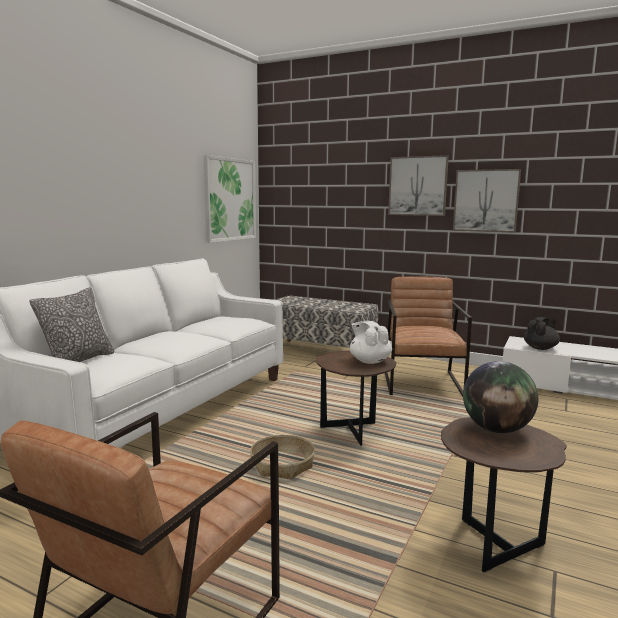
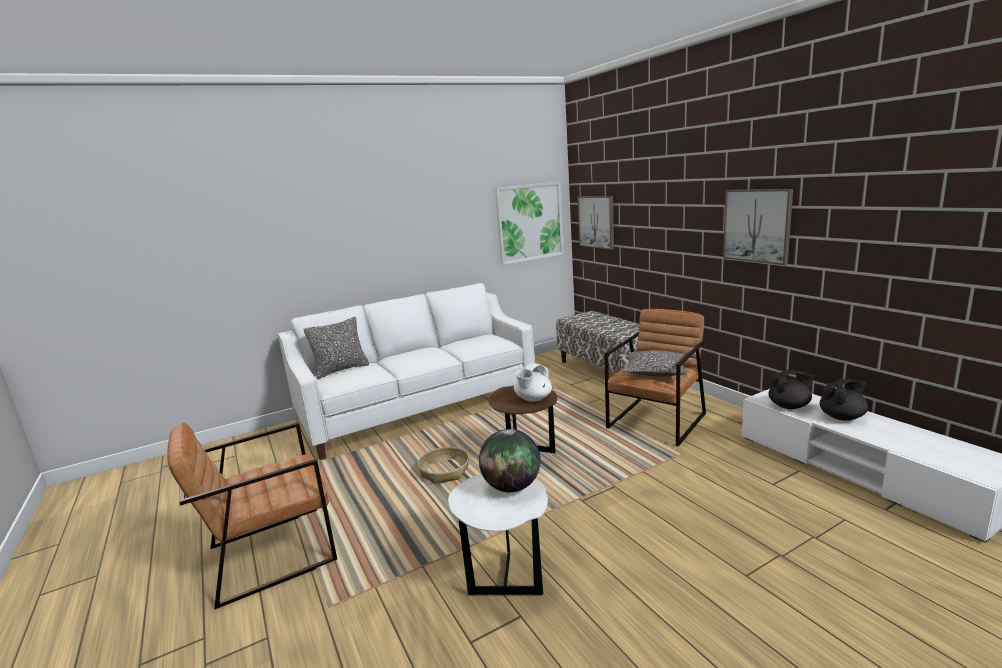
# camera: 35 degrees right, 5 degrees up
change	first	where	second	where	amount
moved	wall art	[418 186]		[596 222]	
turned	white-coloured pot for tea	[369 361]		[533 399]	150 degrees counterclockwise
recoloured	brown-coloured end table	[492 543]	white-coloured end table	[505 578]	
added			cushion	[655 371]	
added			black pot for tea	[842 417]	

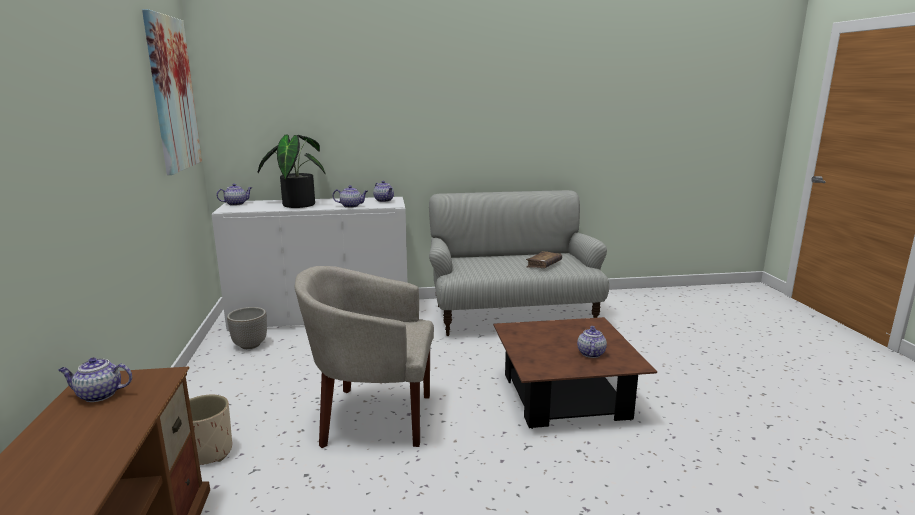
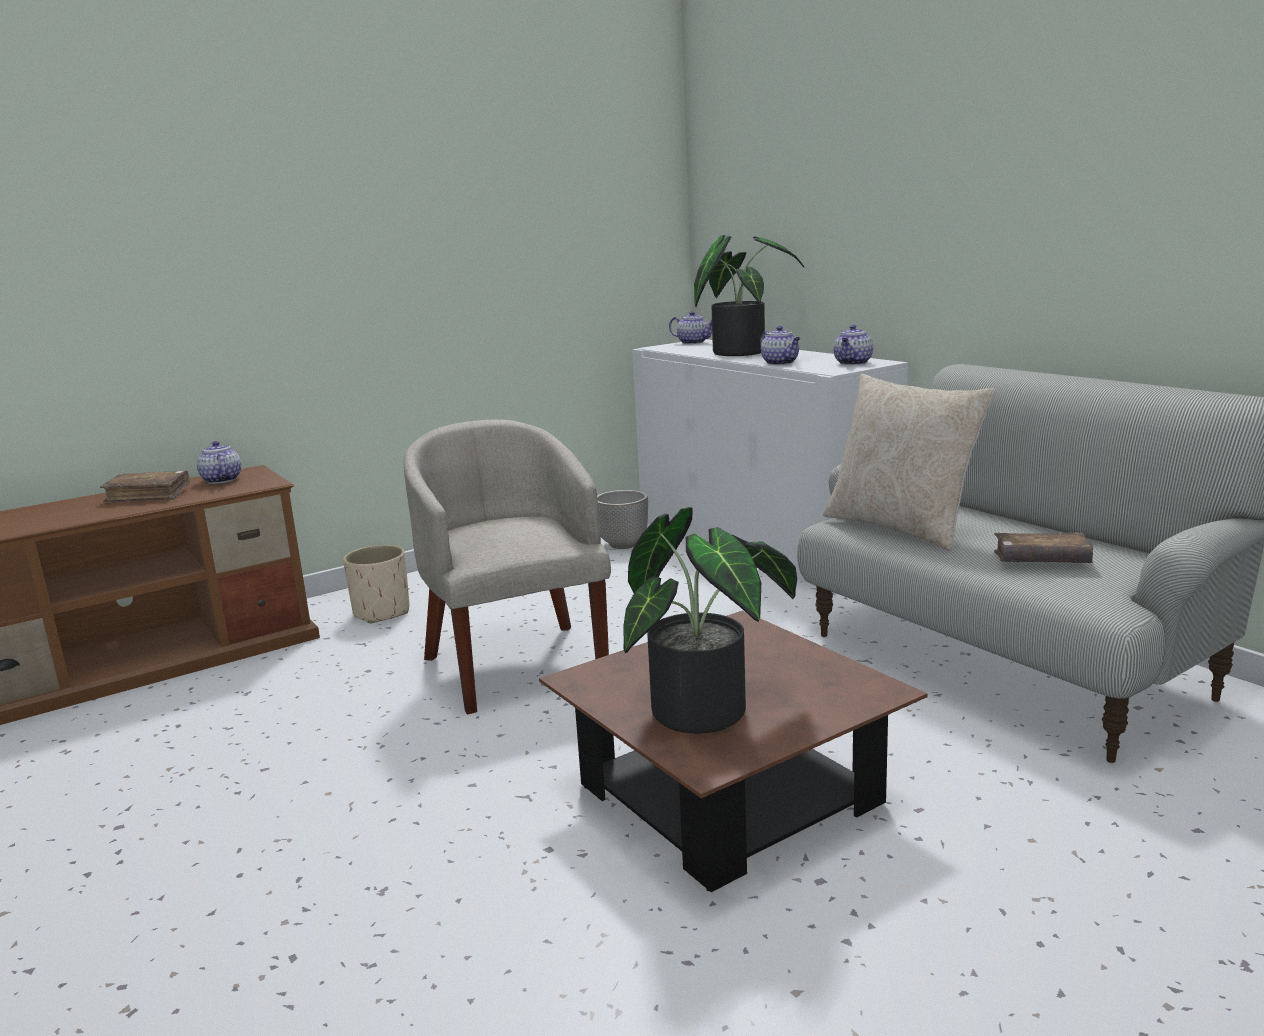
# camera: 65 degrees right, 0 degrees up
change	first	where	second	where	amount
removed	wall art	[172 94]			
replaced	pot for tea	[590 353]	plant in a pot	[711 711]	
added			beige cushion	[901 527]	
added			brown-coloured volume	[148 495]	

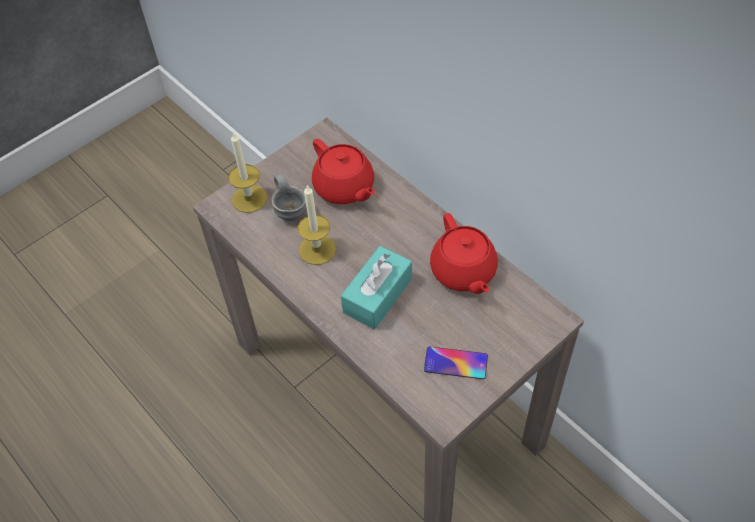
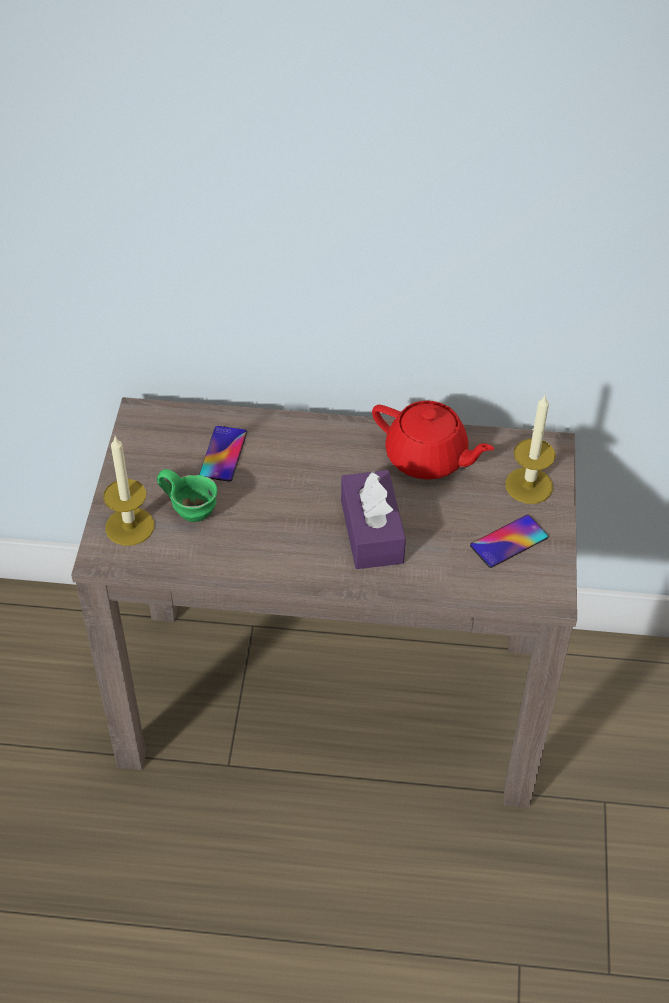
# camera: 45 degrees left, 5 degrees down
change	first	where	second	where	amount
replaced	red-coloured pot for tea	[344 188]	phone	[223 454]	
recoloured	gray mug	[291 211]	green-coloured mug	[192 510]	
moved	candle	[317 249]		[529 485]	
recoloured	blue-green tissue box	[377 295]	purple-coloured tissue box	[371 531]	

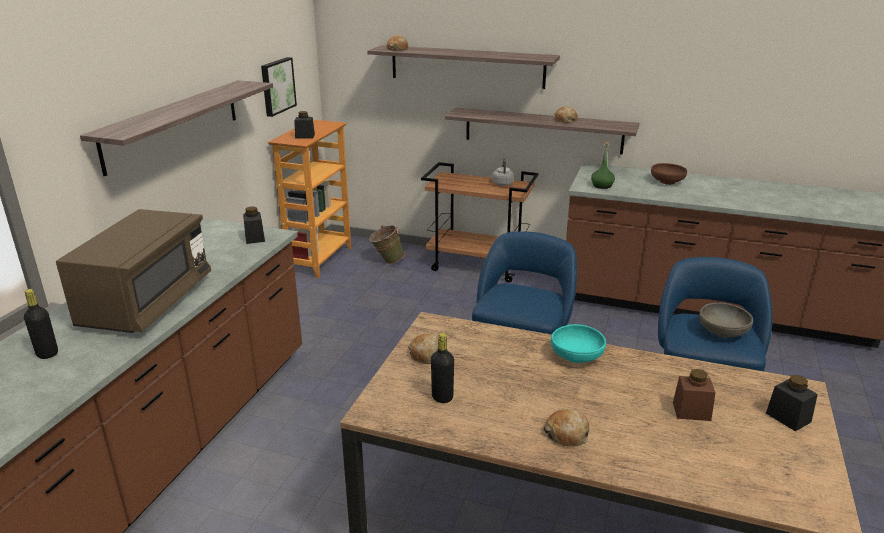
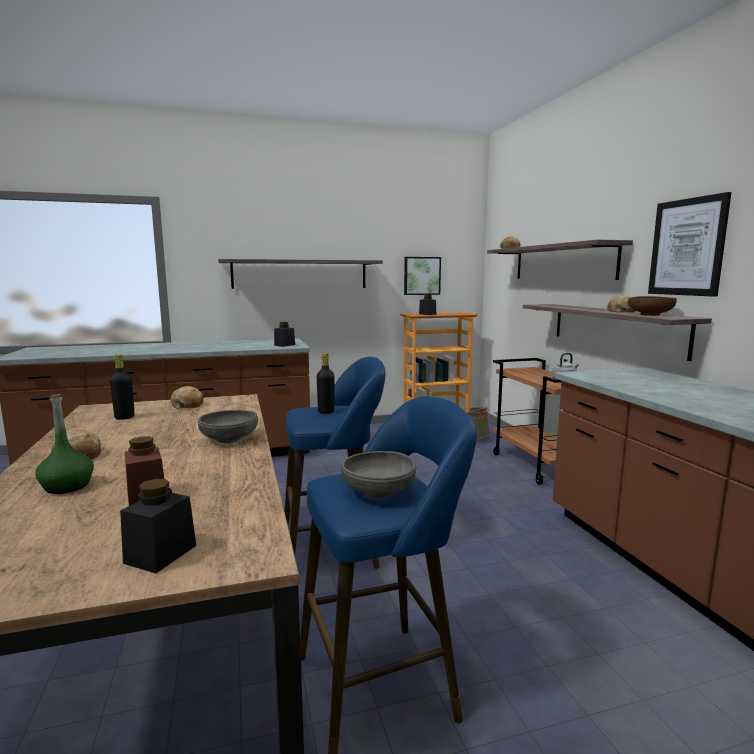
# camera: 55 degrees right, 15 degrees down
change	first	where	second	where	amount
moved	green-coloured bottle	[602 186]		[67 486]	
moved	brown-coloured bowl	[667 182]		[650 315]	
removed	brown-coloured microwave	[147 302]			
moved	black bottle	[47 354]		[326 412]	
recoloured	blue-green bowl	[577 356]	gray bowl	[229 439]	
added			wall art	[687 247]	

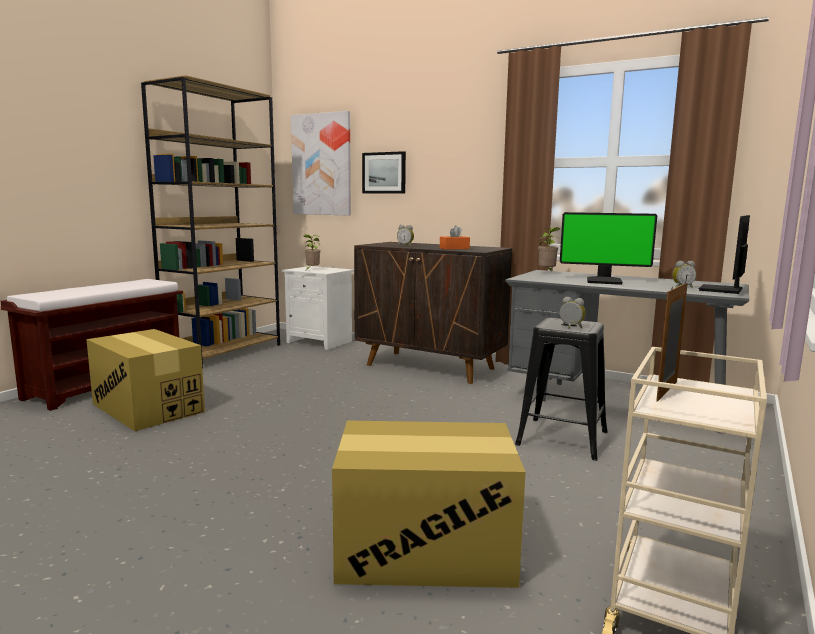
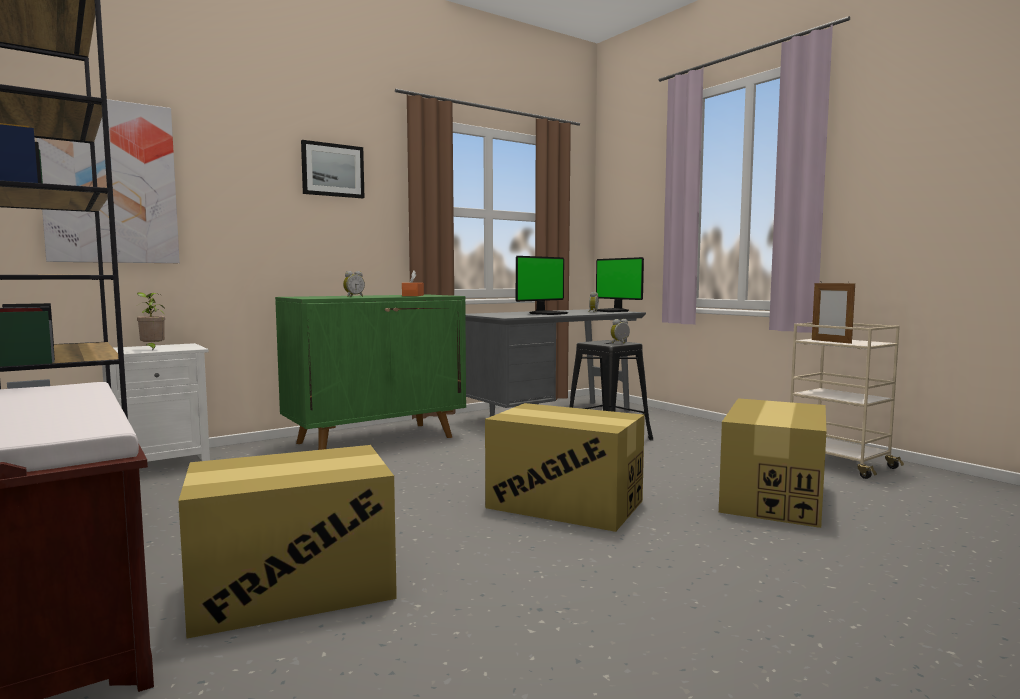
# camera: 65 degrees left, 5 degrees down
change	first	where	second	where	amount
moved	wall art	[384 173]		[332 170]	
removed	plant in a pot	[547 273]			
recoloured	brown-coloured cupboard	[431 367]	green-coloured cupboard	[377 440]	
added			carton	[564 504]	

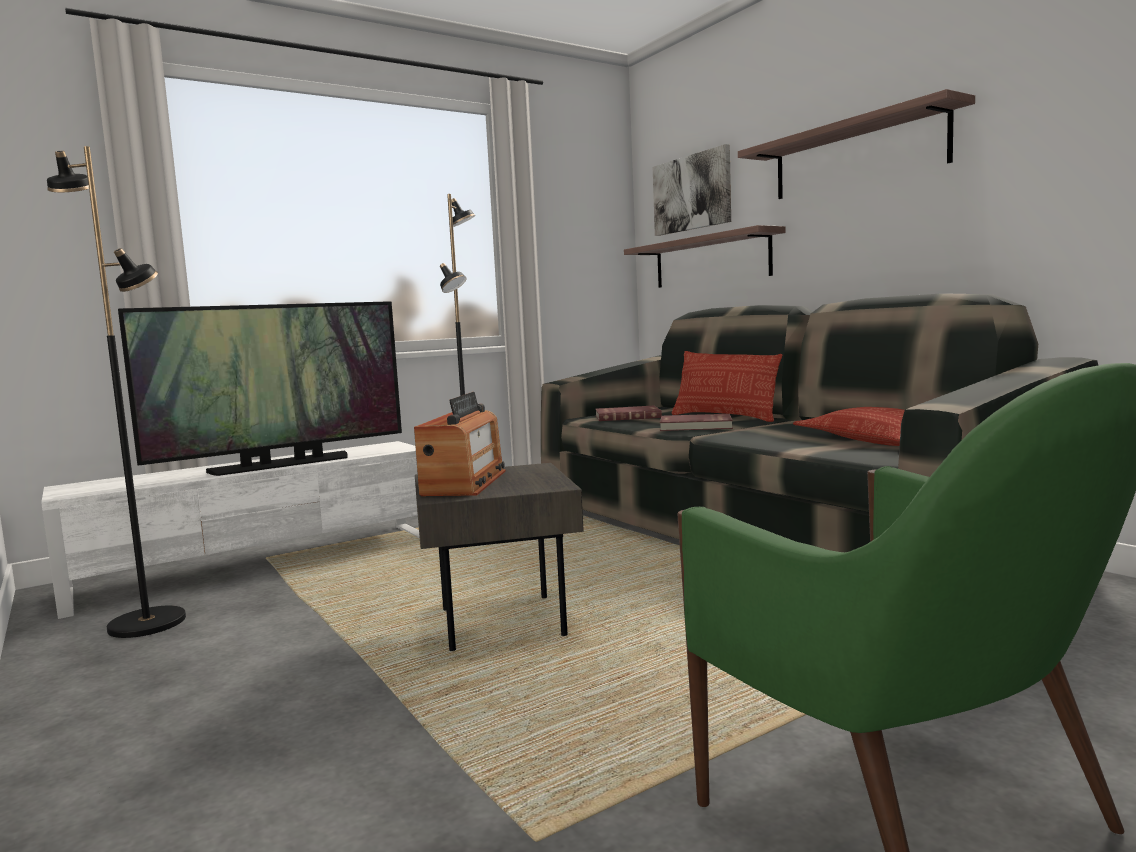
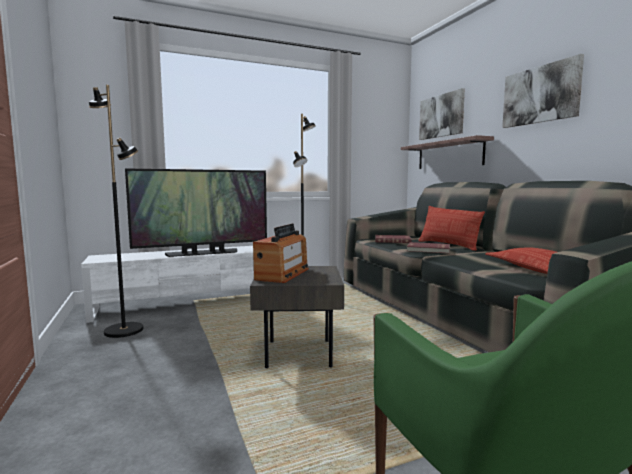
# camera: 10 degrees right, 0 degrees up
change	first	where	second	where	amount
replaced	shelf	[856 155]	wall art	[540 95]	

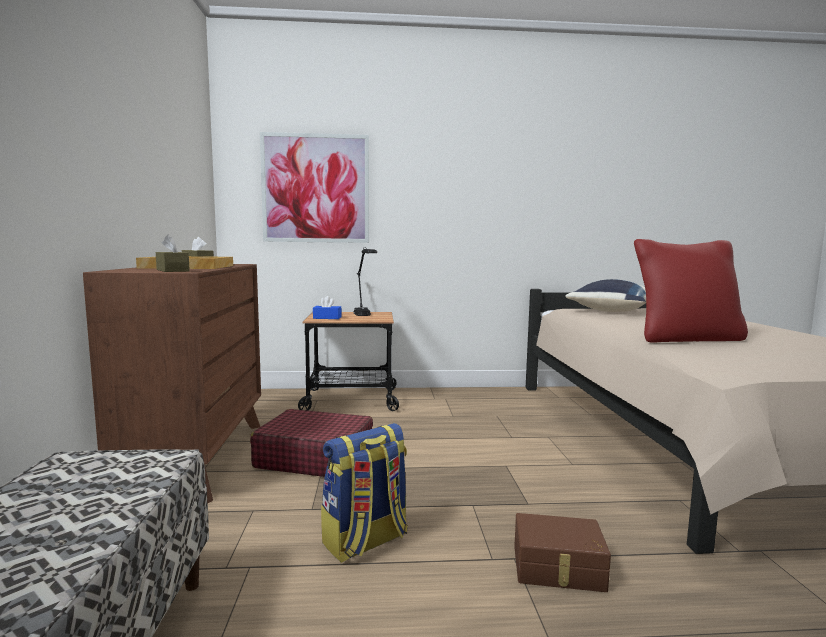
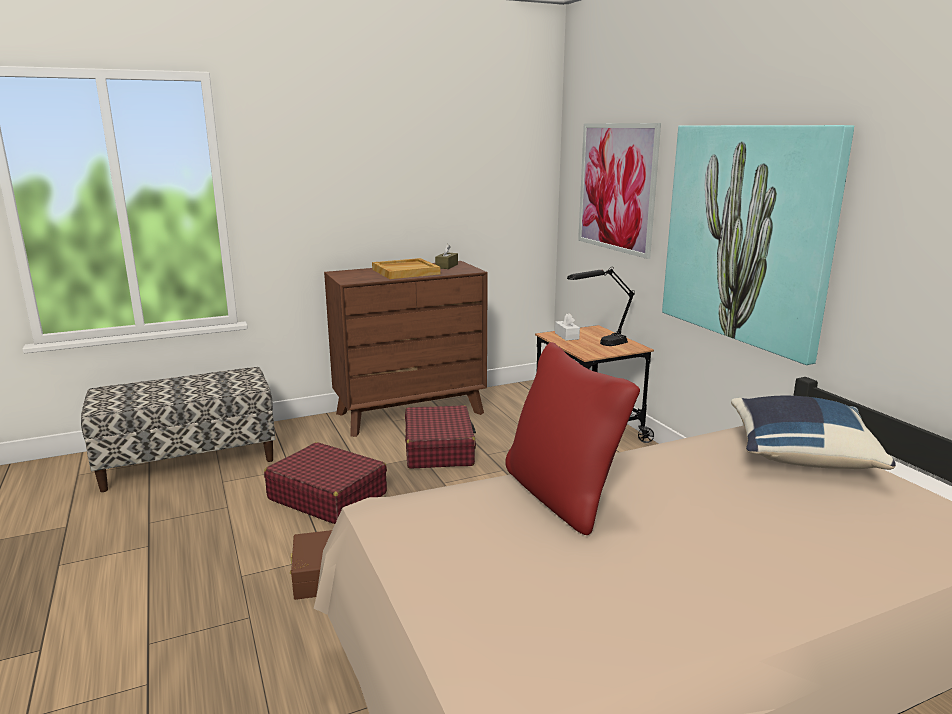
# camera: 70 degrees right, 10 degrees up
change	first	where	second	where	amount
removed	brown-coloured tissue box	[172 270]			
recoloured	blue-coloured tissue box	[327 318]	white-coloured tissue box	[567 336]	
replaced	knapsack	[365 541]	red-coloured piece of luggage	[327 496]	
added			wall art	[747 234]	

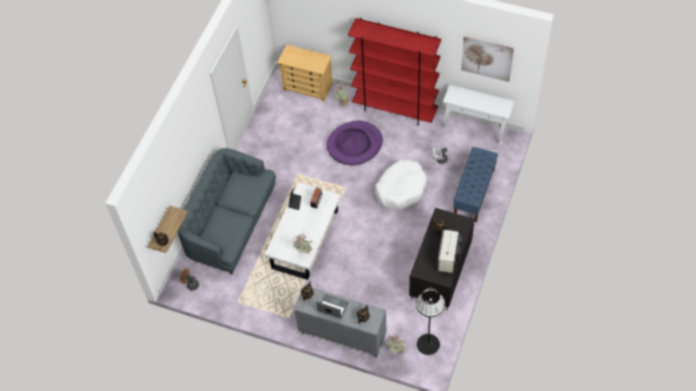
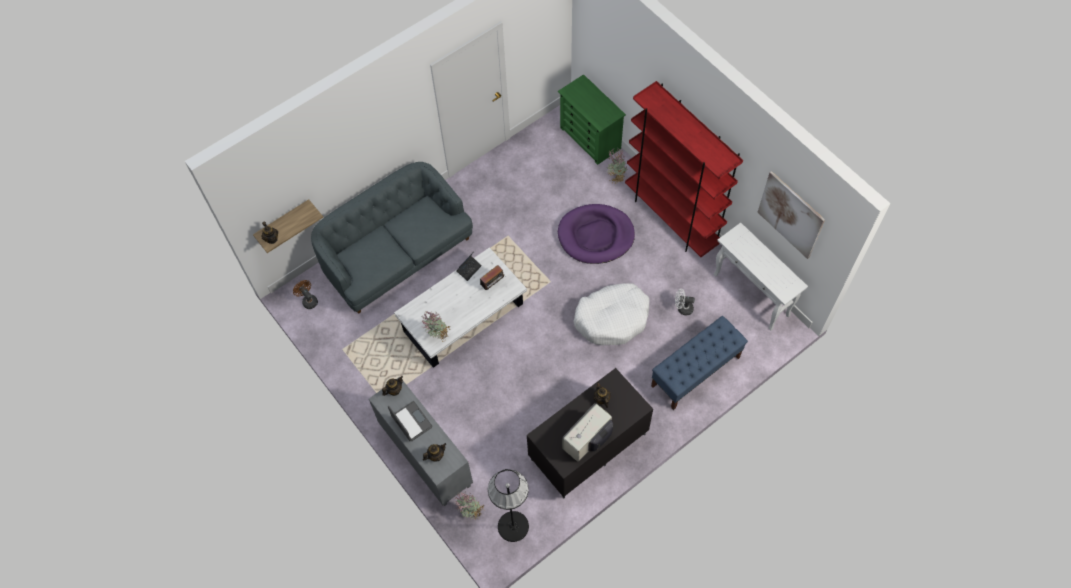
# camera: 30 degrees right, 5 degrees up
change	first	where	second	where	amount
recoloured	beige chest of drawers	[308 87]	green-coloured chest of drawers	[590 138]	

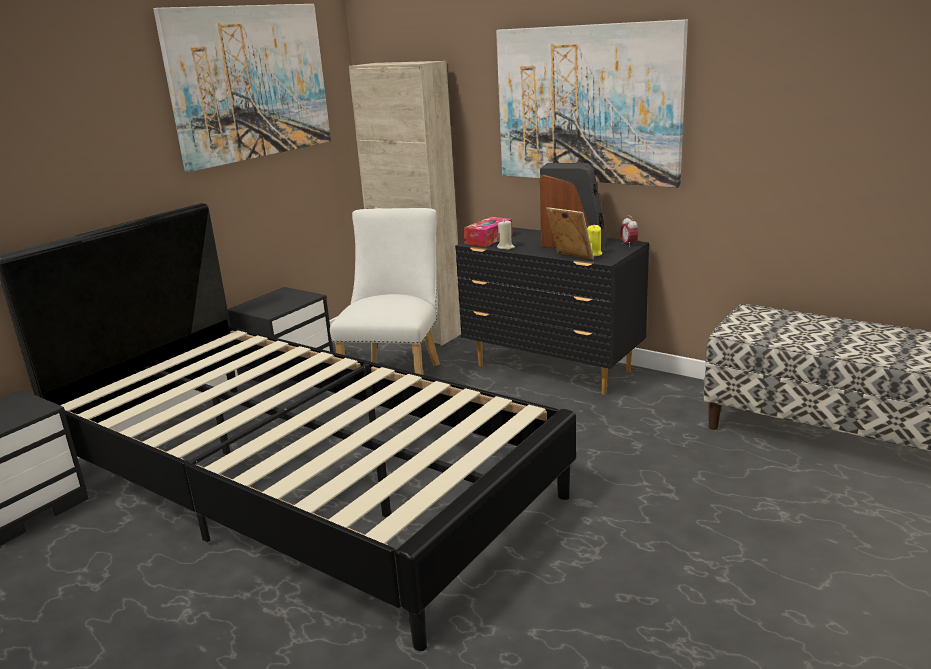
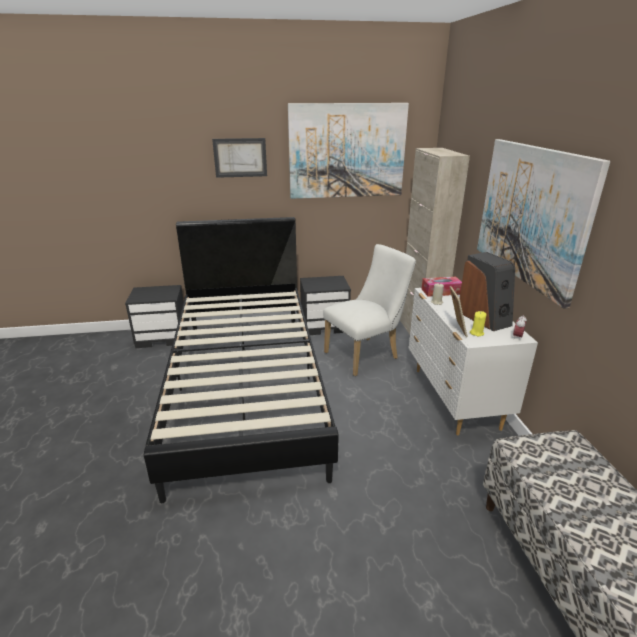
# camera: 45 degrees right, 5 degrees up
change	first	where	second	where	amount
recoloured	black chest of drawers	[553 369]	white-coloured chest of drawers	[454 398]	
added			wall art	[240 157]	

